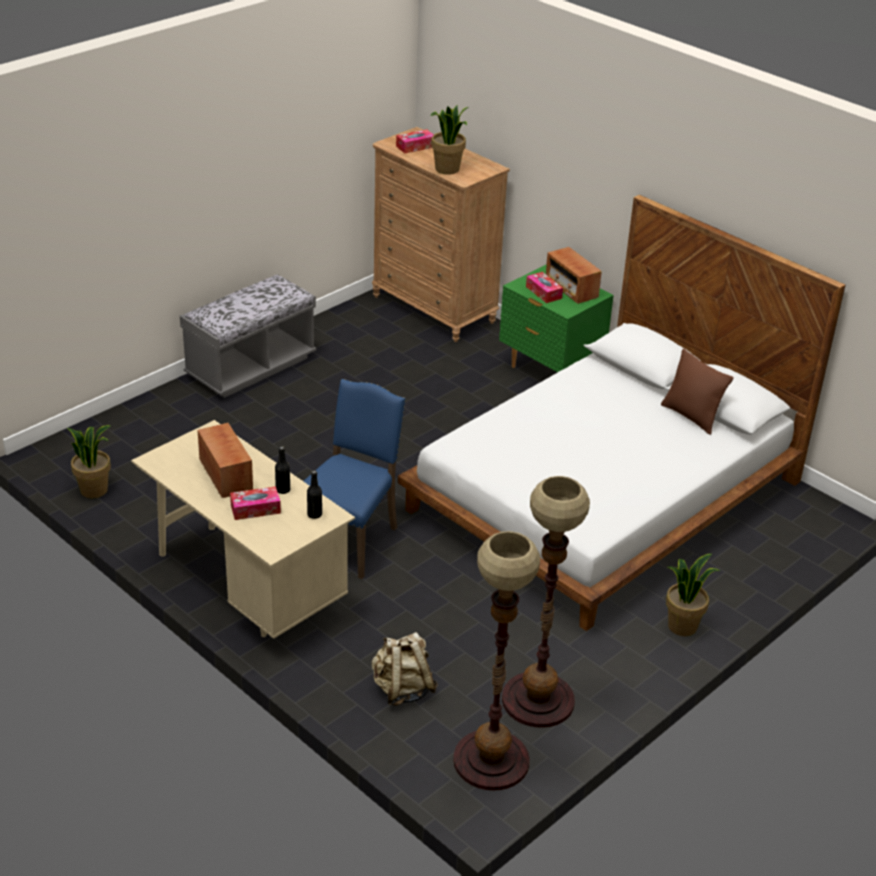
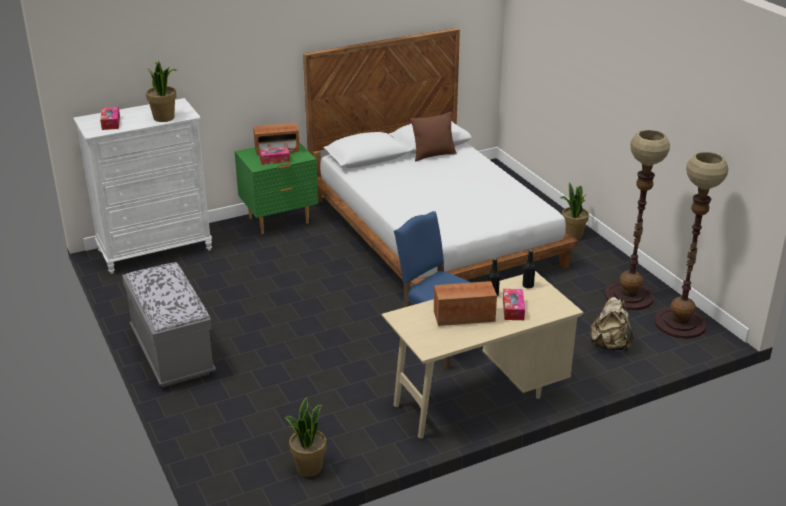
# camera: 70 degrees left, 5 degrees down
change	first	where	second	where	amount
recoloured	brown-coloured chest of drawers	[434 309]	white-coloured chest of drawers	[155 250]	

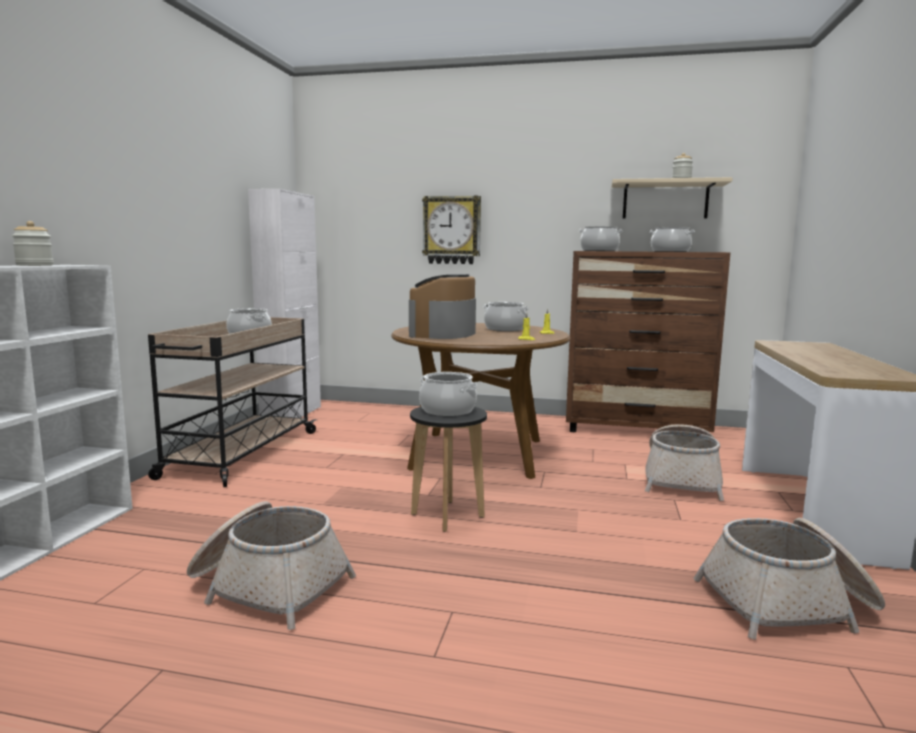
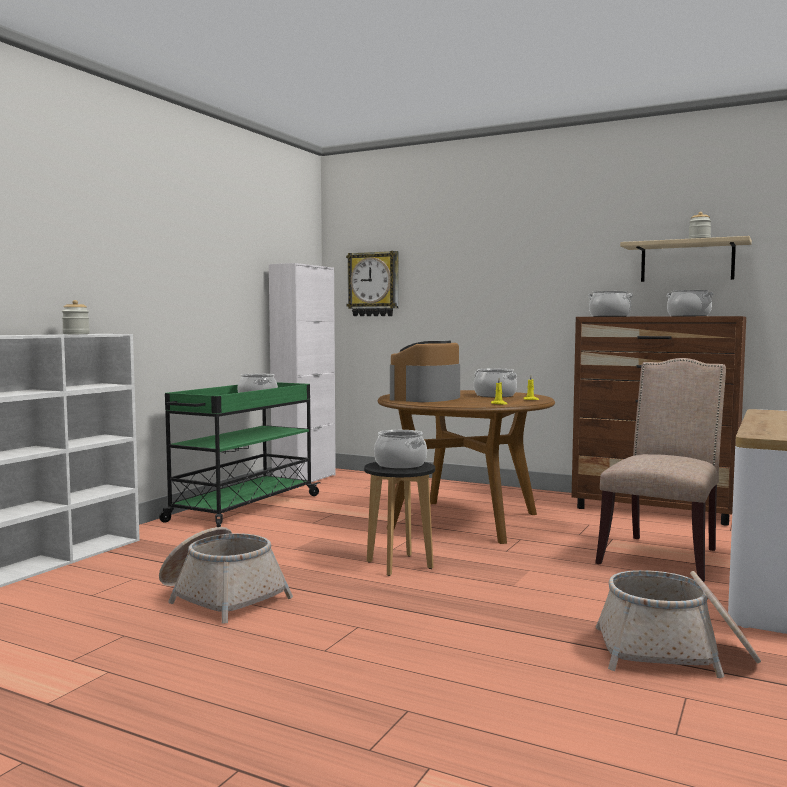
# camera: 15 degrees right, 5 degrees down
change	first	where	second	where	amount
moved	hanging clock	[452 230]		[374 284]	
recoloured	beige cart	[240 454]	green-coloured cart	[243 508]	
replaced	basket	[681 480]	beige chair	[663 555]	

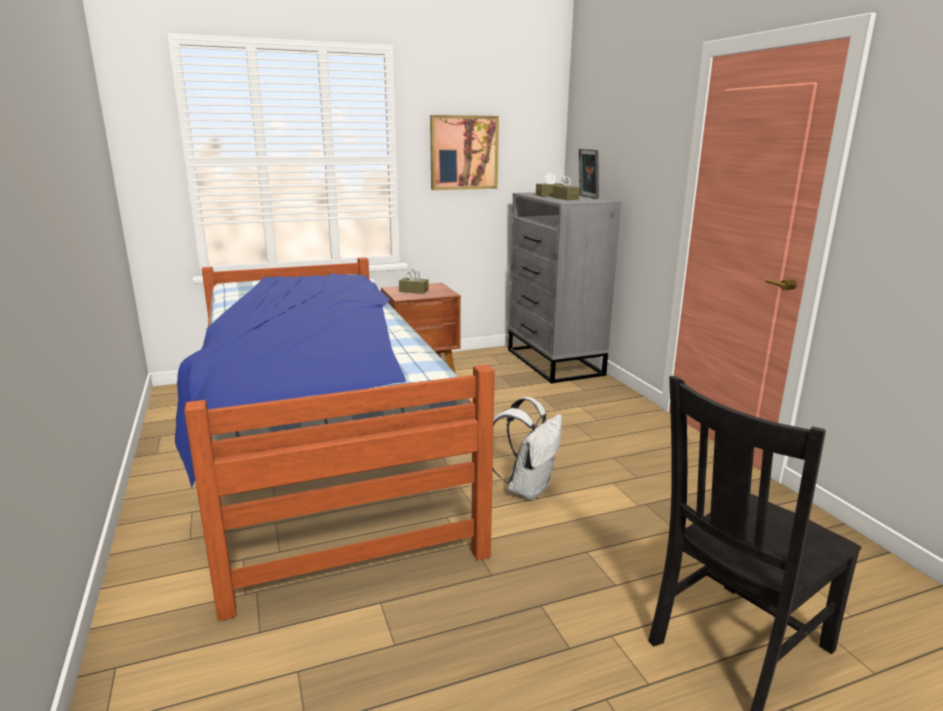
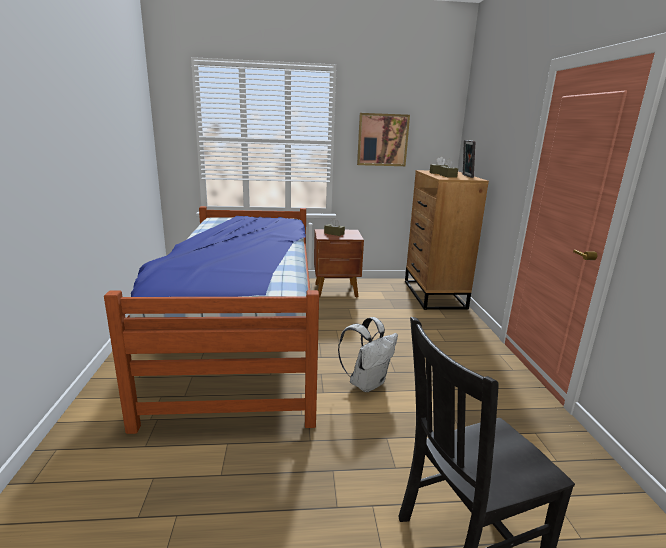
# camera: 15 degrees right, 0 degrees up
change	first	where	second	where	amount
recoloured	gray chest of drawers	[554 362]	brown-coloured chest of drawers	[434 295]	

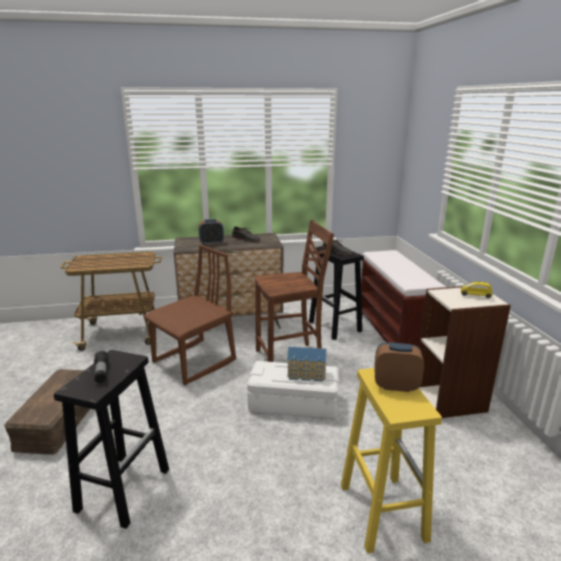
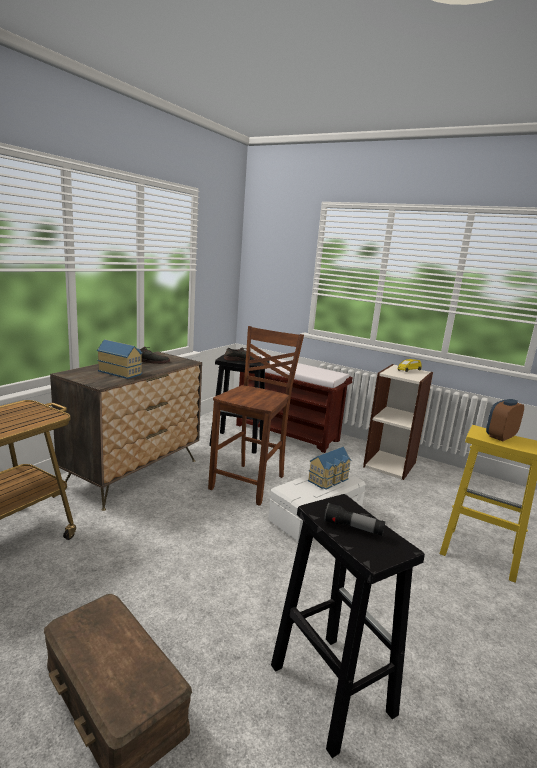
# camera: 50 degrees left, 5 degrees down
change	first	where	second	where	amount
replaced	bedside clock	[211 244]	model house	[121 372]	
removed	brown-coloured chair	[194 362]			

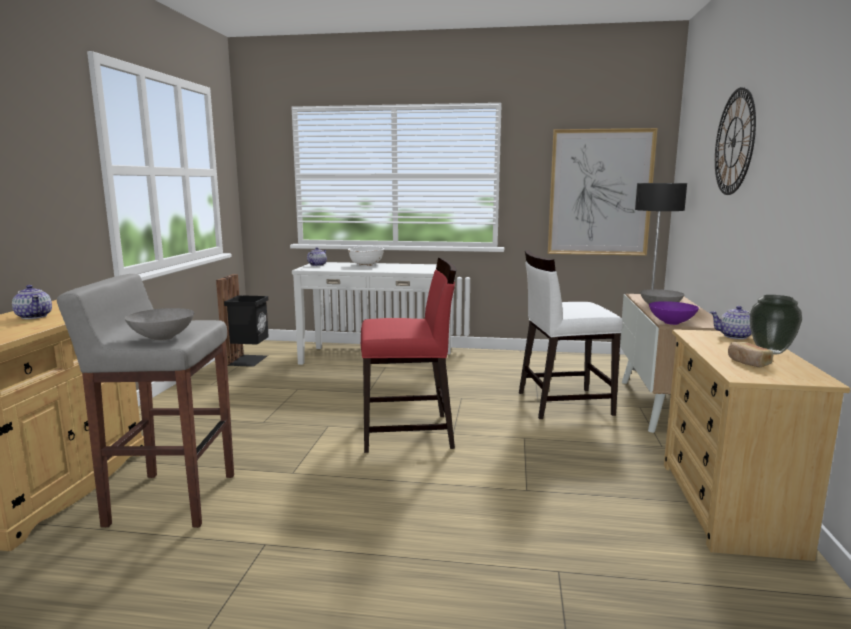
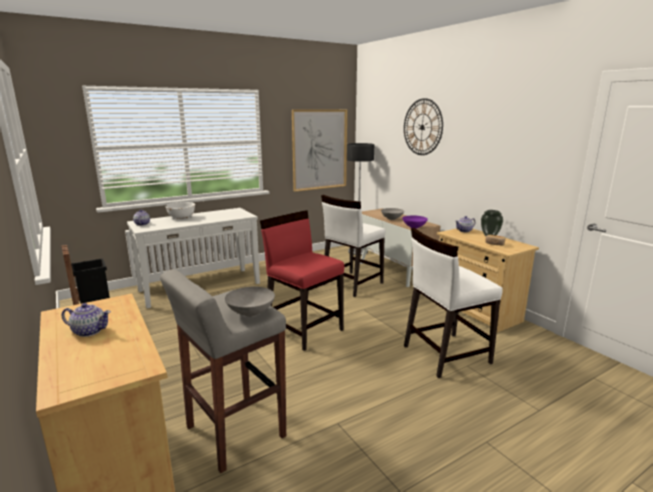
# camera: 40 degrees left, 5 degrees up
change	first	where	second	where	amount
turned	red-coloured chair	[408 433]		[304 329]	90 degrees counterclockwise
added			white-coloured chair	[445 354]	

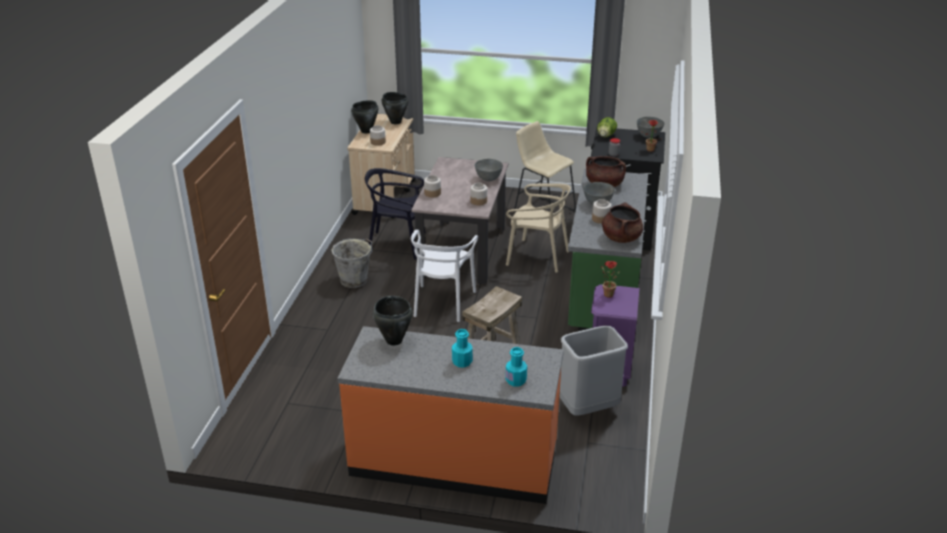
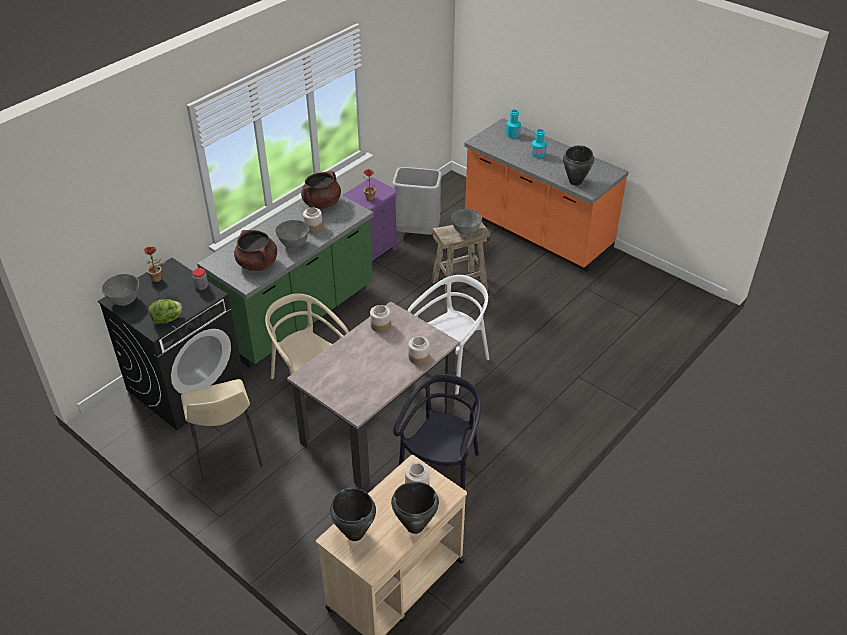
# camera: 150 degrees left, 10 degrees up
change	first	where	second	where	amount
moved	gray bowl	[488 179]		[465 231]	
turned	black chair	[397 244]		[441 471]	105 degrees counterclockwise
removed	gray water bucket	[354 280]			

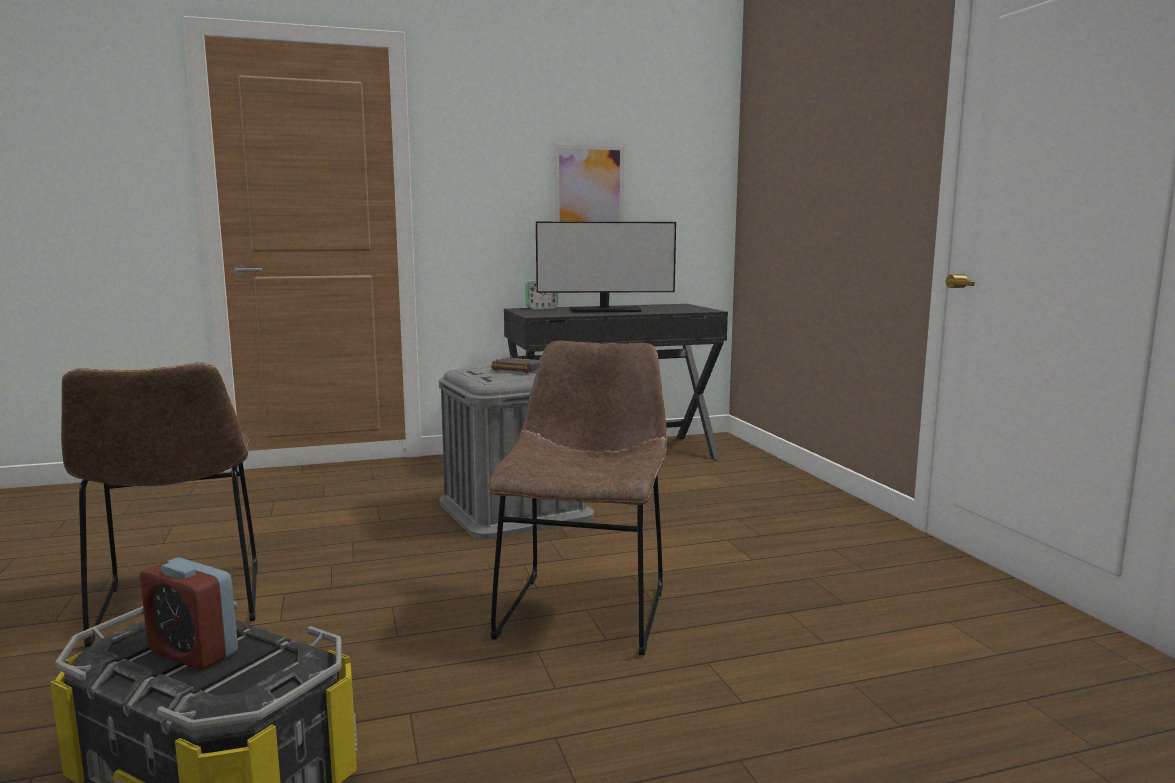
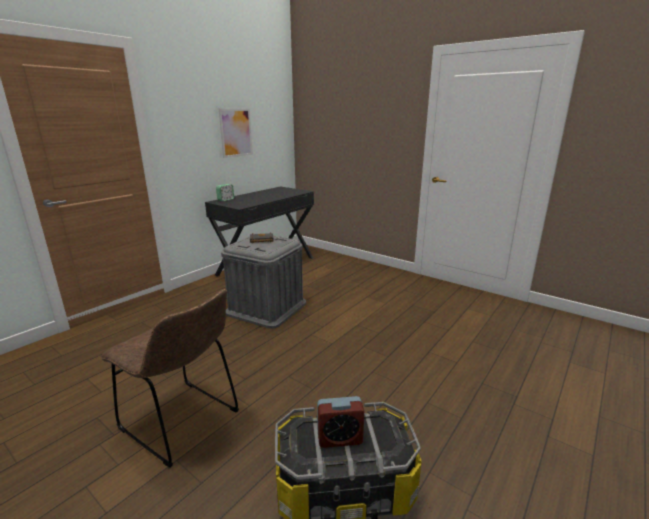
# camera: 35 degrees left, 10 degrees up
change	first	where	second	where	amount
removed	computer display	[605 310]			
removed	brown-coloured chair	[585 608]			

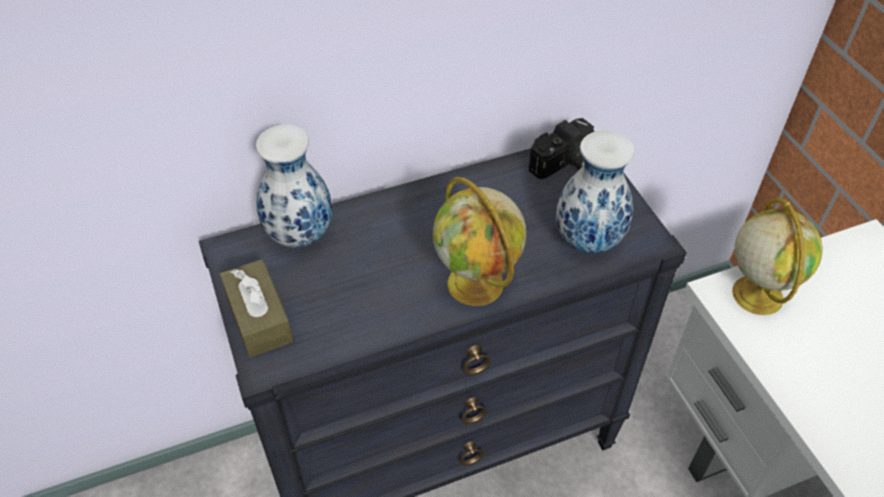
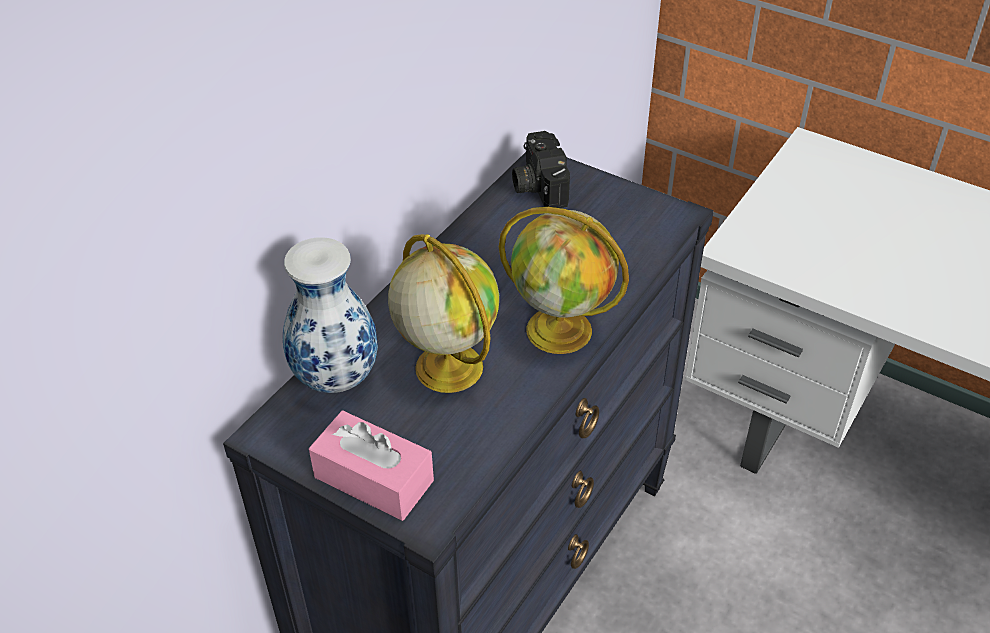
# camera: 35 degrees left, 5 degrees down
change	first	where	second	where	amount
turned	still camera	[565 164]		[537 185]	150 degrees clockwise
removed	flower vase	[588 241]			
moved	world globe	[756 293]		[447 366]	
recoloured	brown-coloured tissue box	[259 318]	pink tissue box	[374 479]	

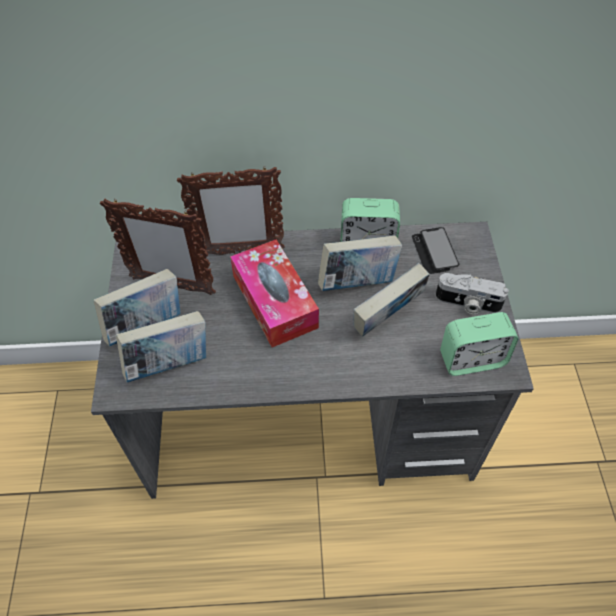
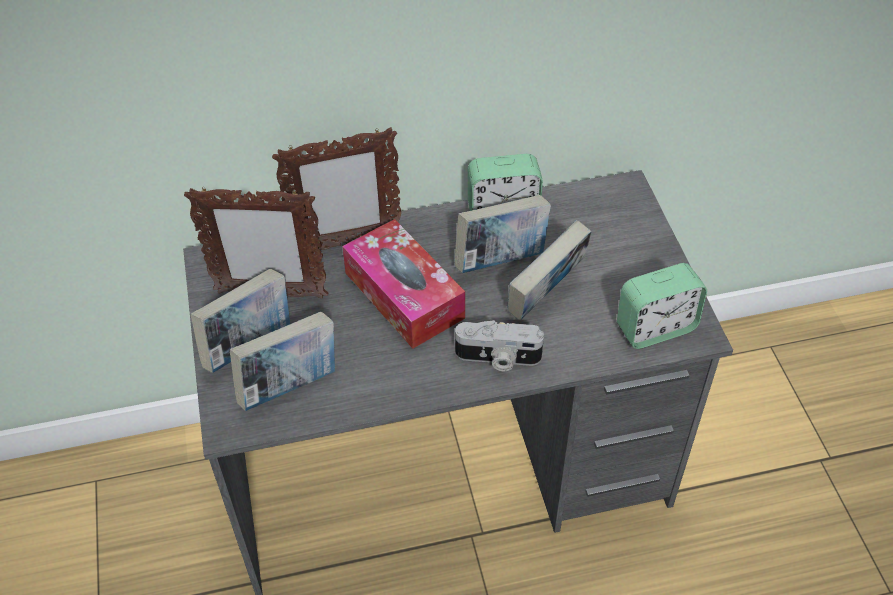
# camera: 10 degrees left, 5 degrees down
change	first	where	second	where	amount
removed	phone	[434 251]			
moved	still camera	[467 304]		[498 358]	

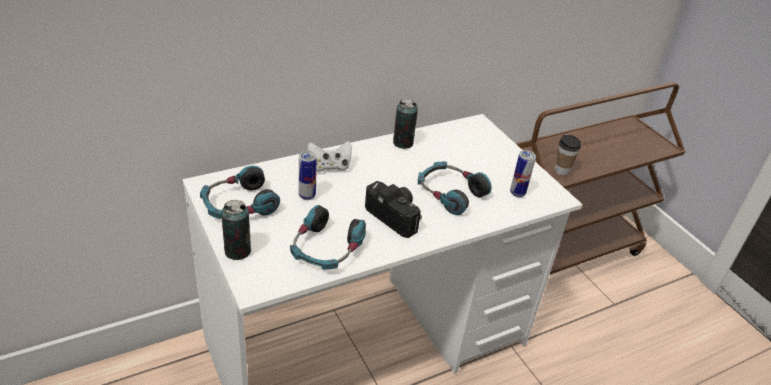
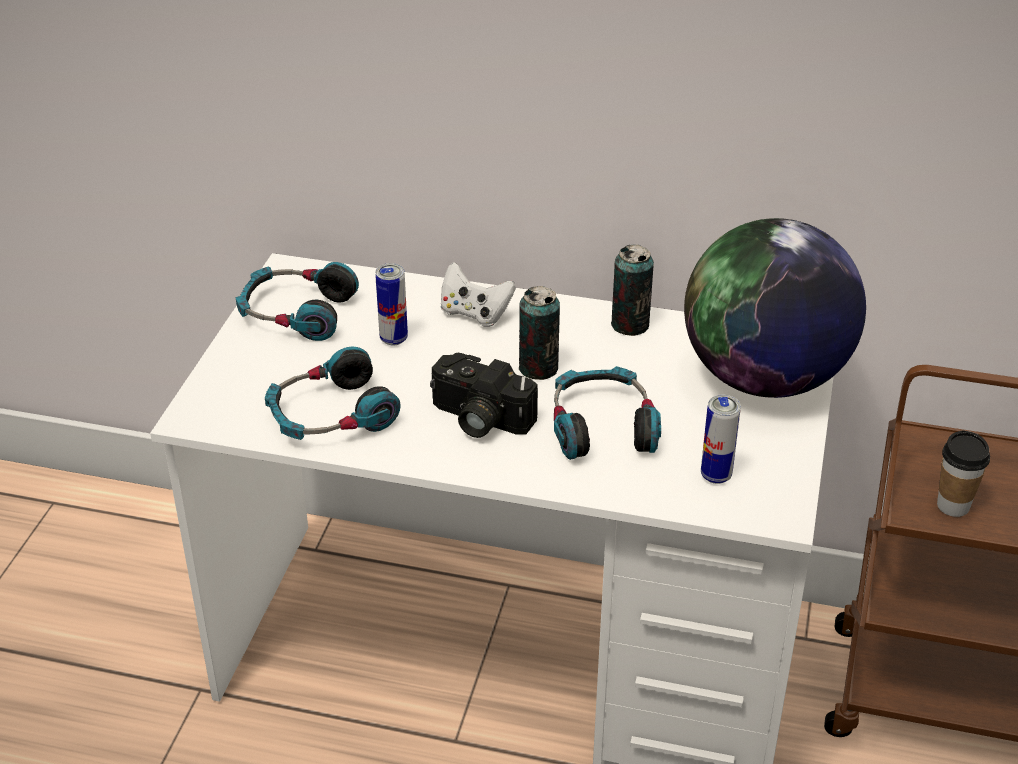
# camera: 45 degrees right, 0 degrees up
change	first	where	second	where	amount
turned	still camera	[396 216]		[478 419]	120 degrees clockwise
moved	sealed can	[237 251]		[538 368]	
added			world globe	[764 378]	

